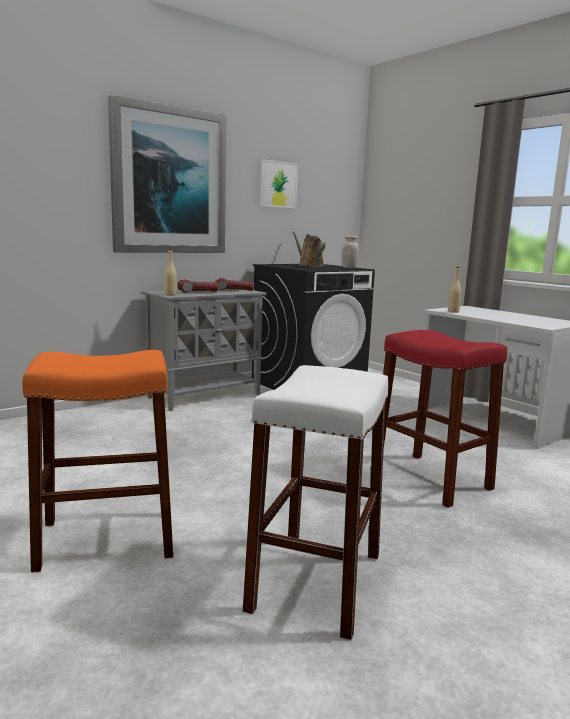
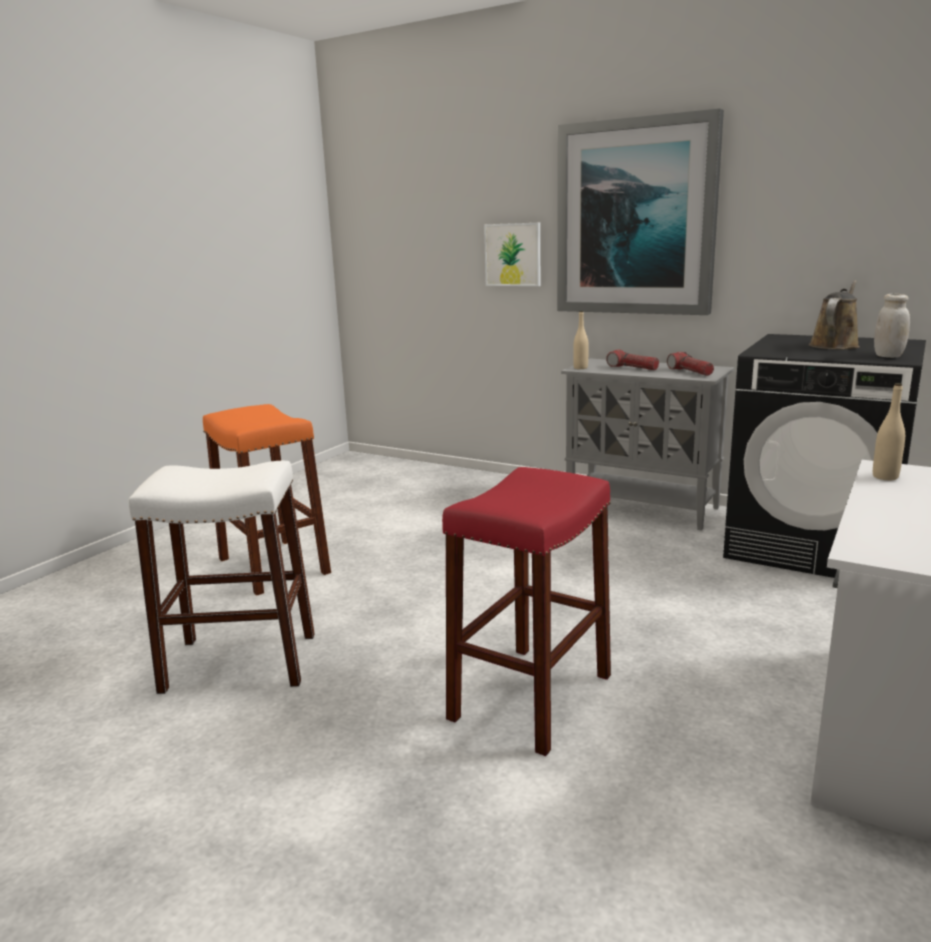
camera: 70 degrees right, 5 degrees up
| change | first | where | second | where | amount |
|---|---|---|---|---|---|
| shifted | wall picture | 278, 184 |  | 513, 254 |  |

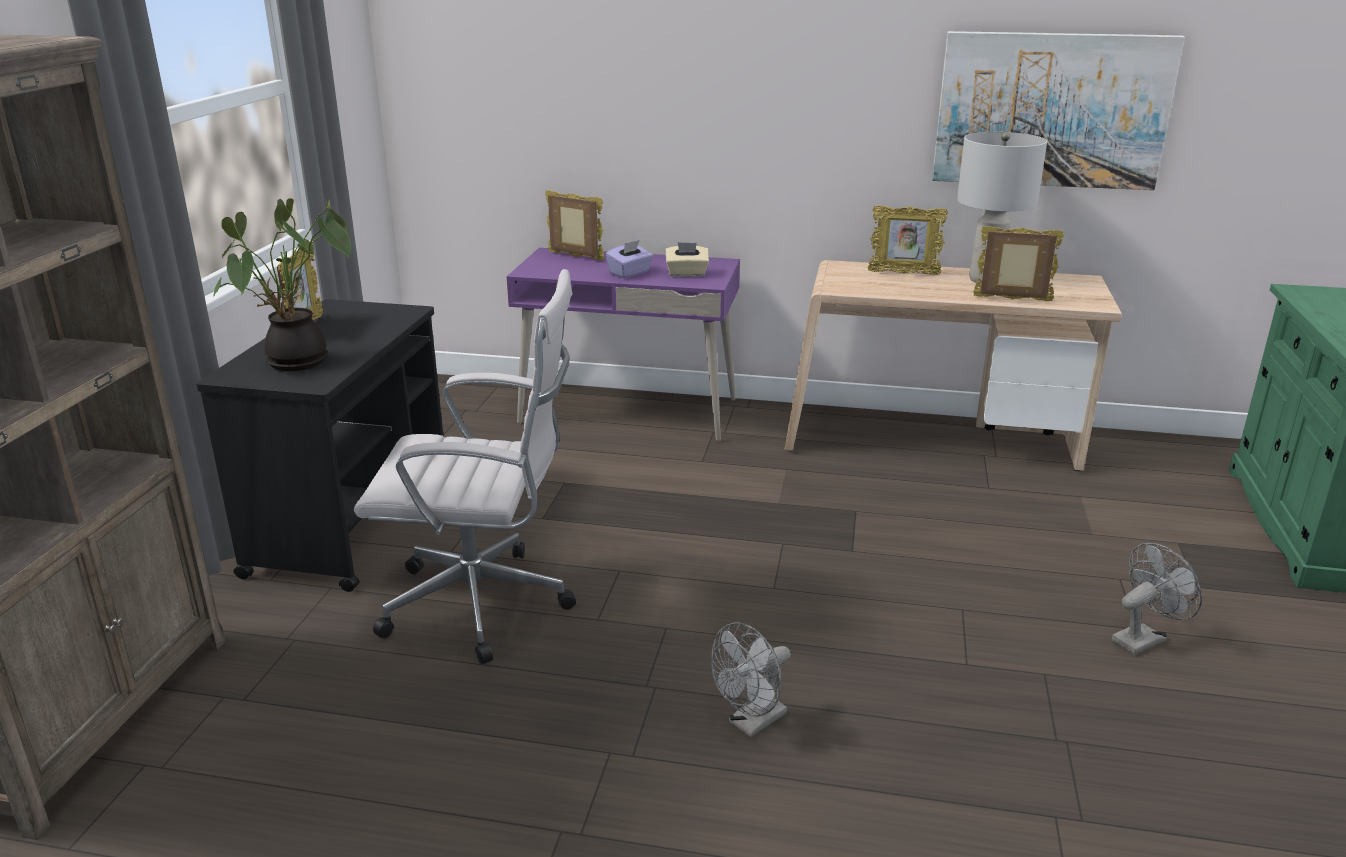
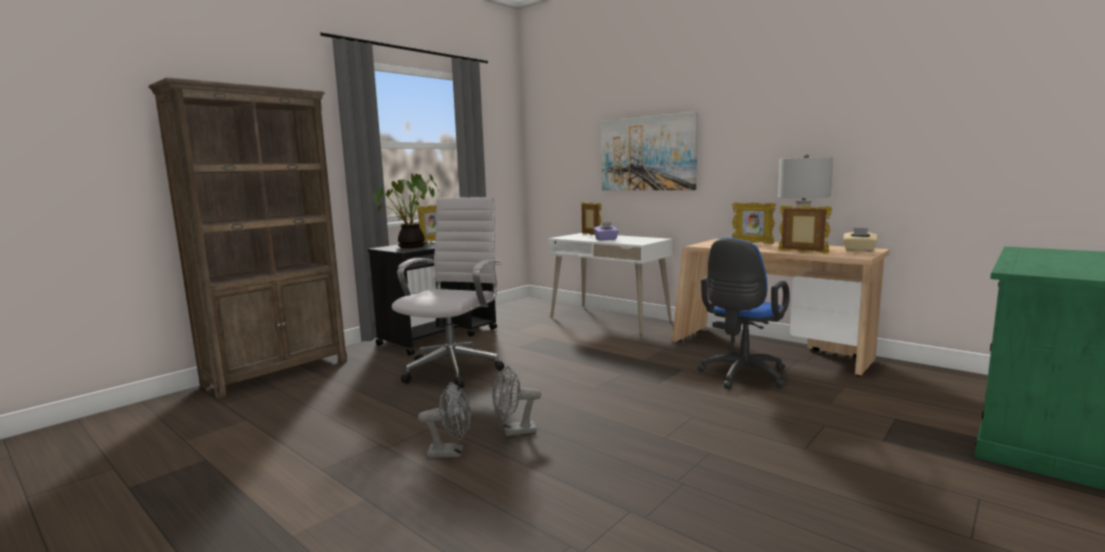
camera: 30 degrees right, 15 degrees down
| change | first | where | second | where | amount |
|---|---|---|---|---|---|
| rotated | whitish computer chair | 486, 605 |  | 455, 369 | 105 degrees counterclockwise |
| shifted | gray electric fan | 1143, 638 |  | 451, 453 |  |
| repainted | purplish desk unit | 629, 411 | whitish desk unit | 609, 319 |  |
| shifted | wall picture | 1051, 110 |  | 647, 153 |  |
| new |  |  | blue-coloured computer chair | 741, 376 |  |
| shifted | sand-coloured box of tissues | 687, 273 |  | 859, 250 |  |

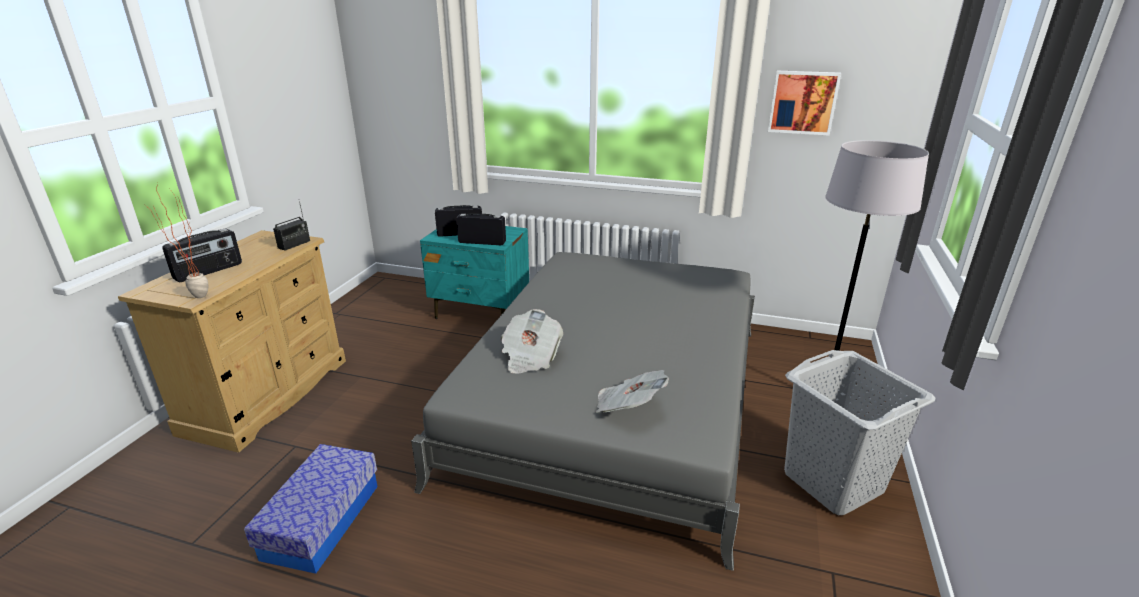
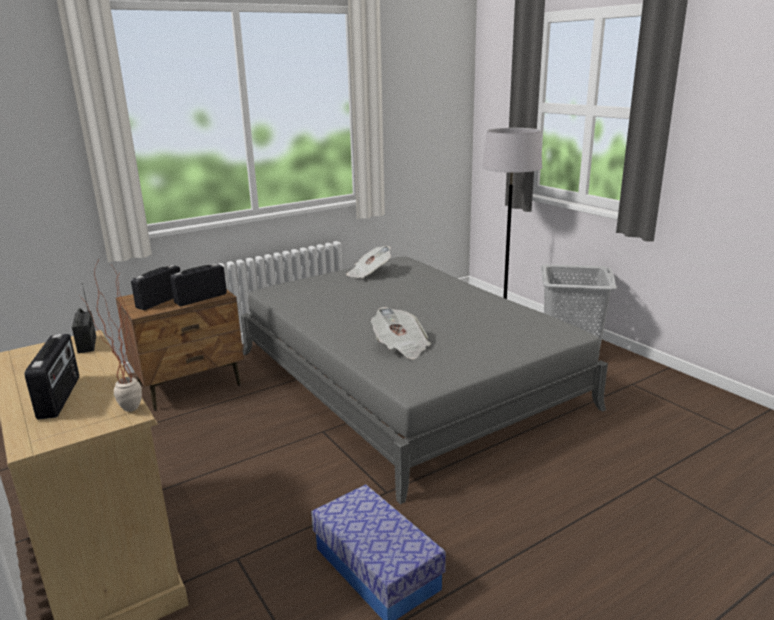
camera: 50 degrees left, 5 degrees down
| change | first | where | second | where | amount |
|---|---|---|---|---|---|
| repainted | blue-green night table | 481, 312 | brown-coloured night table | 190, 385 |  |
| shifted | printed paper | 628, 407 |  | 369, 274 |  |
| gone | wall picture | 803, 102 |  |  |  |

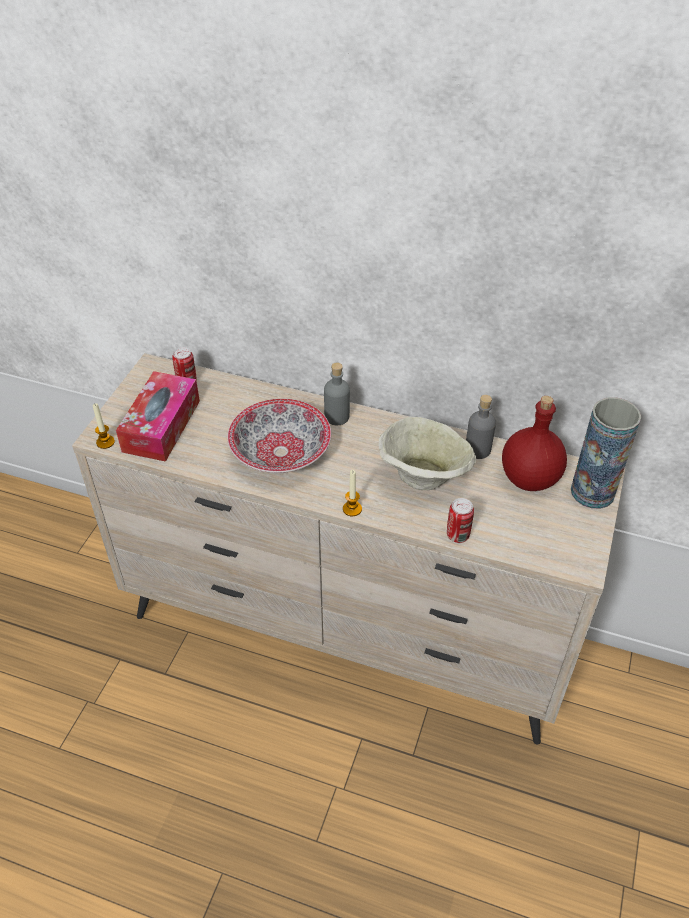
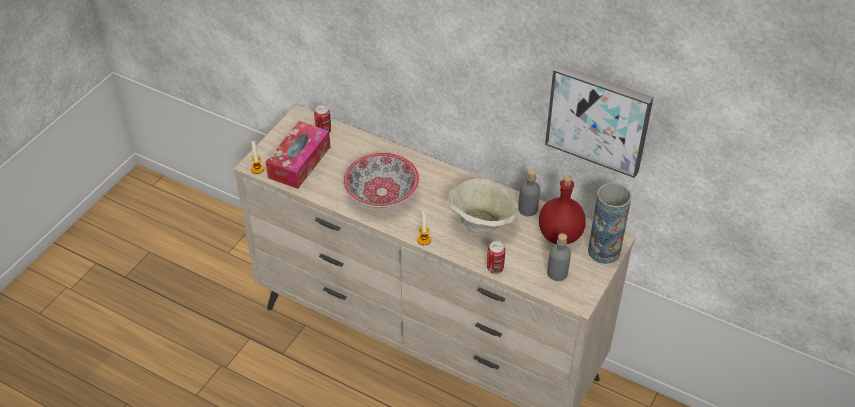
camera: 10 degrees right, 0 degrees up
| change | first | where | second | where | amount |
|---|---|---|---|---|---|
| new |  |  | wall picture | 599, 118 |  |
| shifted | gray drink bottle | 337, 417 |  | 557, 273 |  |

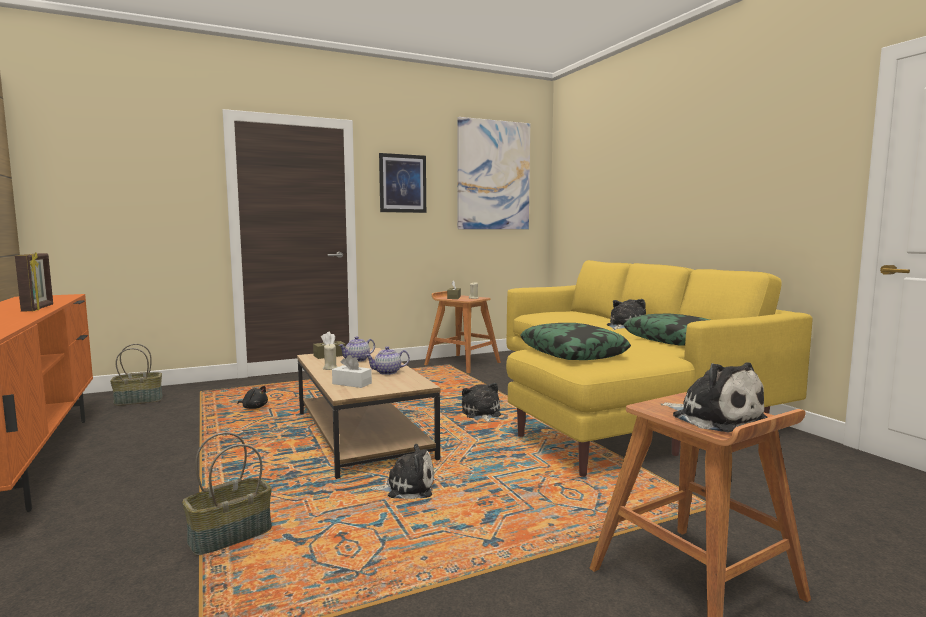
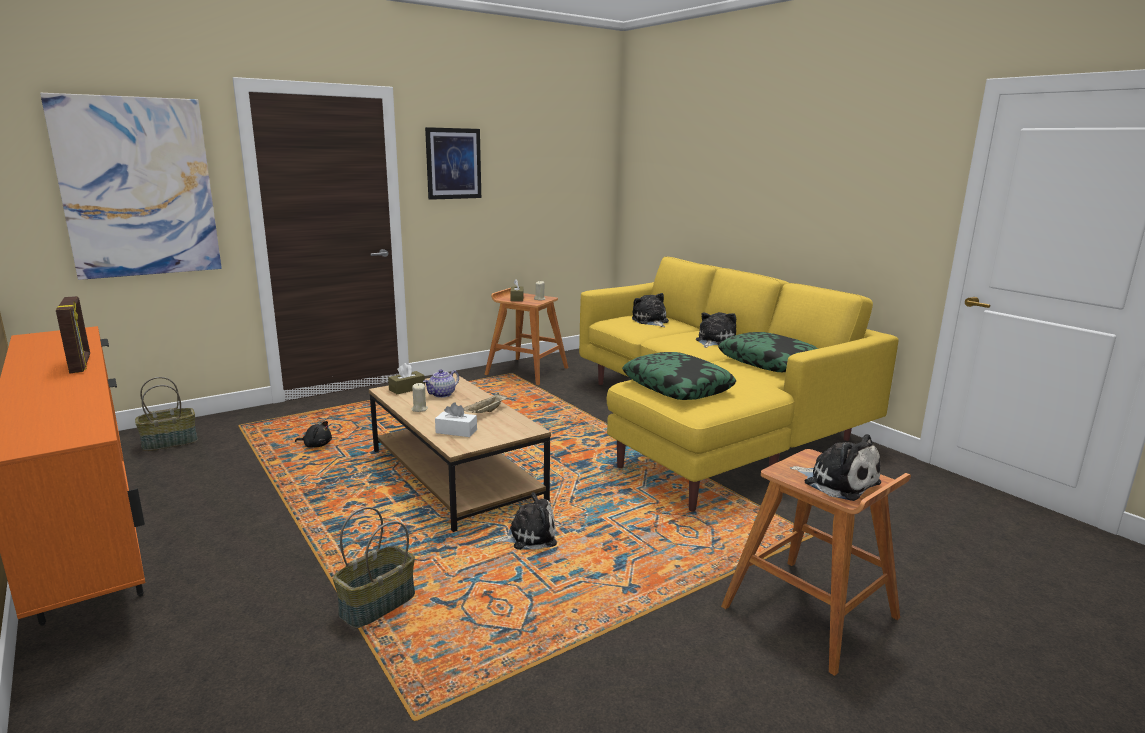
camera: 10 degrees left, 10 degrees up
| change | first | where | second | where | amount |
|---|---|---|---|---|---|
| shifted | wall picture | 493, 175 |  | 138, 188 |  |
| swapped | pot for tea | 387, 372 | sand-coloured serving tray | 485, 412 |  |
| shifted | cuddly toy | 481, 414 |  | 650, 321 |  |

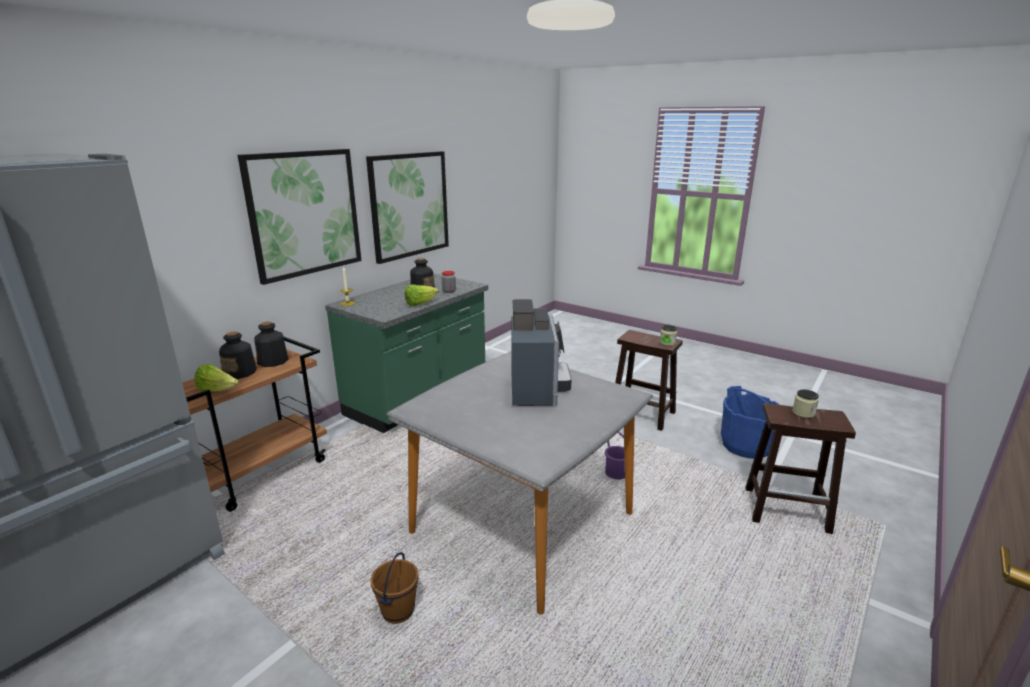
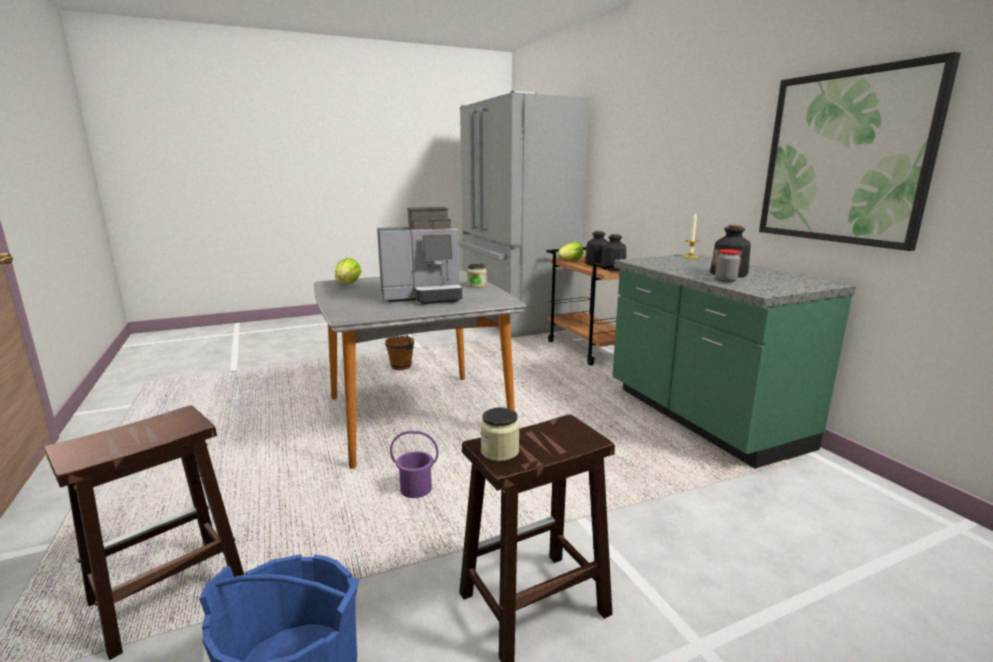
camera: 120 degrees right, 5 degrees down
| change | first | where | second | where | amount |
|---|---|---|---|---|---|
| shifted | lettuce head | 420, 304 |  | 347, 284 |  |
| rotated | coffee machine | 537, 389 |  | 423, 297 | 45 degrees counterclockwise |
| shifted | jar | 803, 413 |  | 476, 285 |  |
| gone | wall picture | 304, 213 |  |  |  |

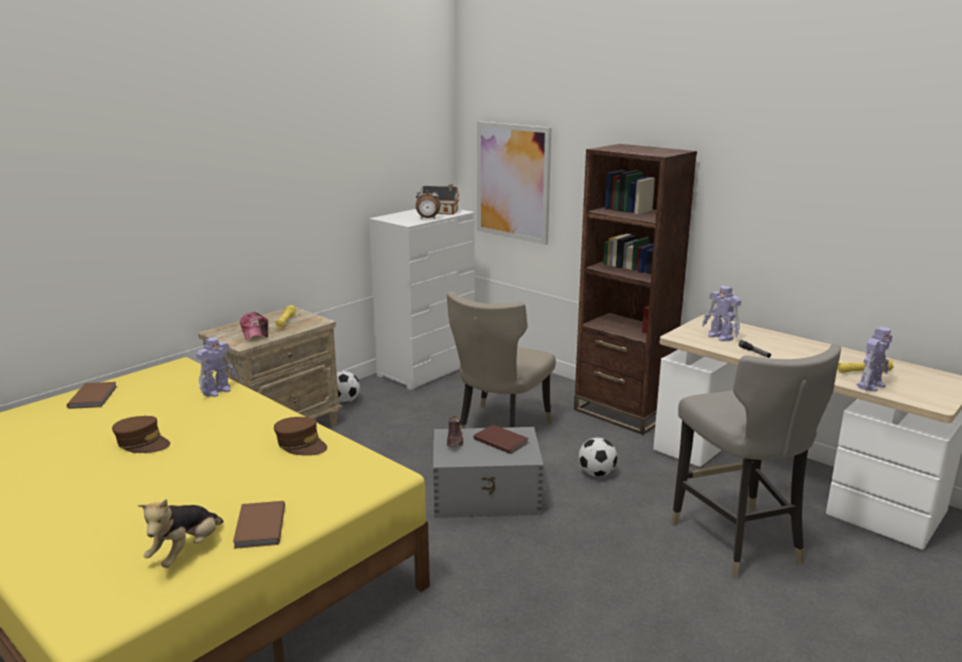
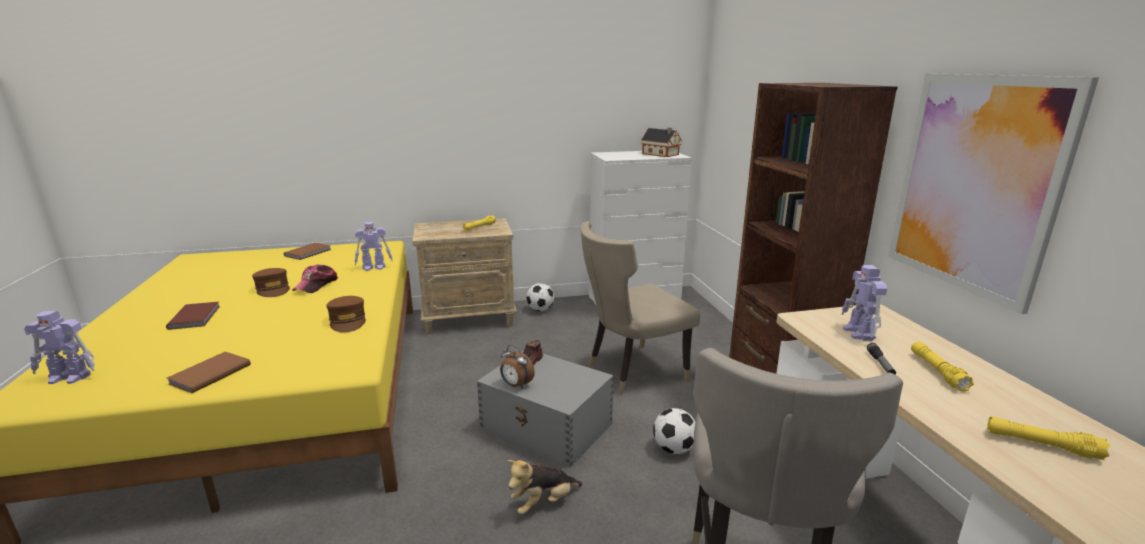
camera: 35 degrees right, 0 degrees up
| change | first | where | second | where | amount |
|---|---|---|---|---|---|
| shifted | toy robot | 871, 385 |  | 70, 377 |  |
| shifted | brown-coloured bound book | 501, 440 |  | 196, 317 |  |
| shifted | baseball cap | 255, 332 |  | 316, 285 |  |
| shifted | alarm clock | 428, 218 |  | 516, 385 |  |
| shifted | cuddly toy | 186, 552 |  | 544, 503 |  |
| shifted | wall picture | 513, 182 |  | 975, 184 |  |
| new |  |  | yellowish hand torch | 937, 371 |  |

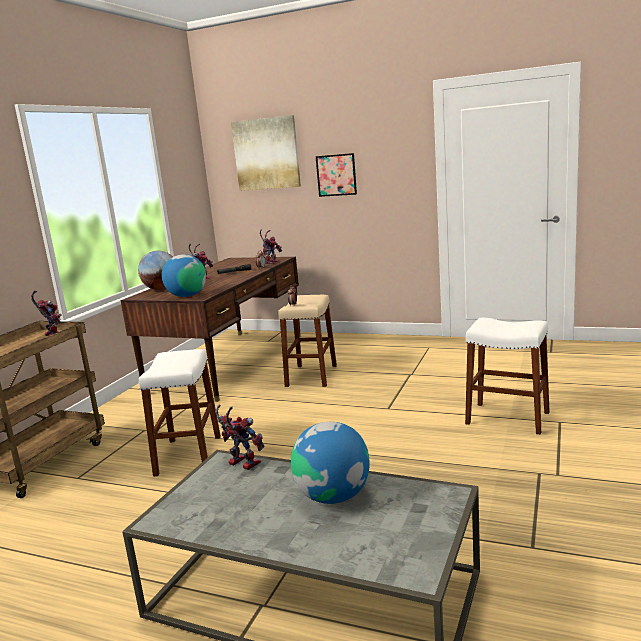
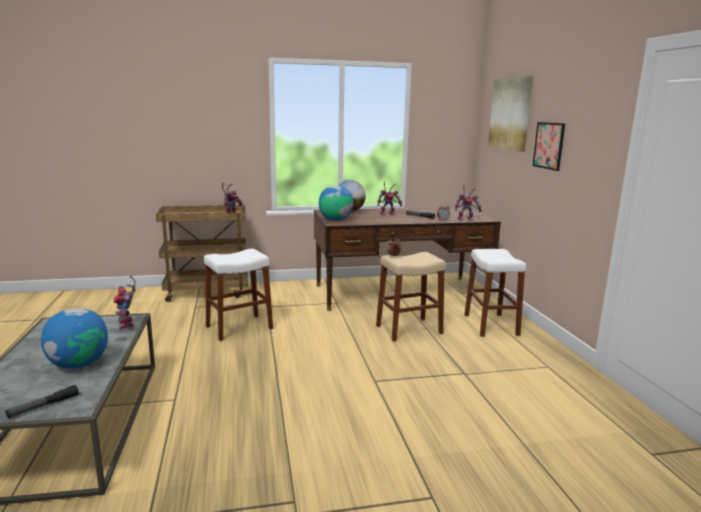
camera: 55 degrees right, 0 degrees up
| change | first | where | second | where | amount |
|---|---|---|---|---|---|
| new |  |  | hand torch | 44, 406 |  |
| rotated | toy robot | 240, 463 |  | 128, 324 | 150 degrees clockwise |
| shifted | whitish stool seat | 507, 418 |  | 491, 325 |  |

